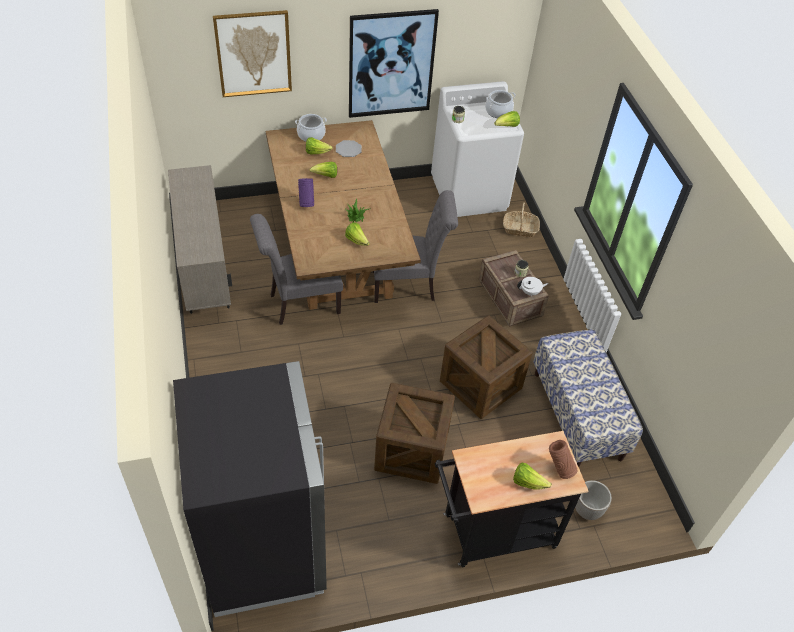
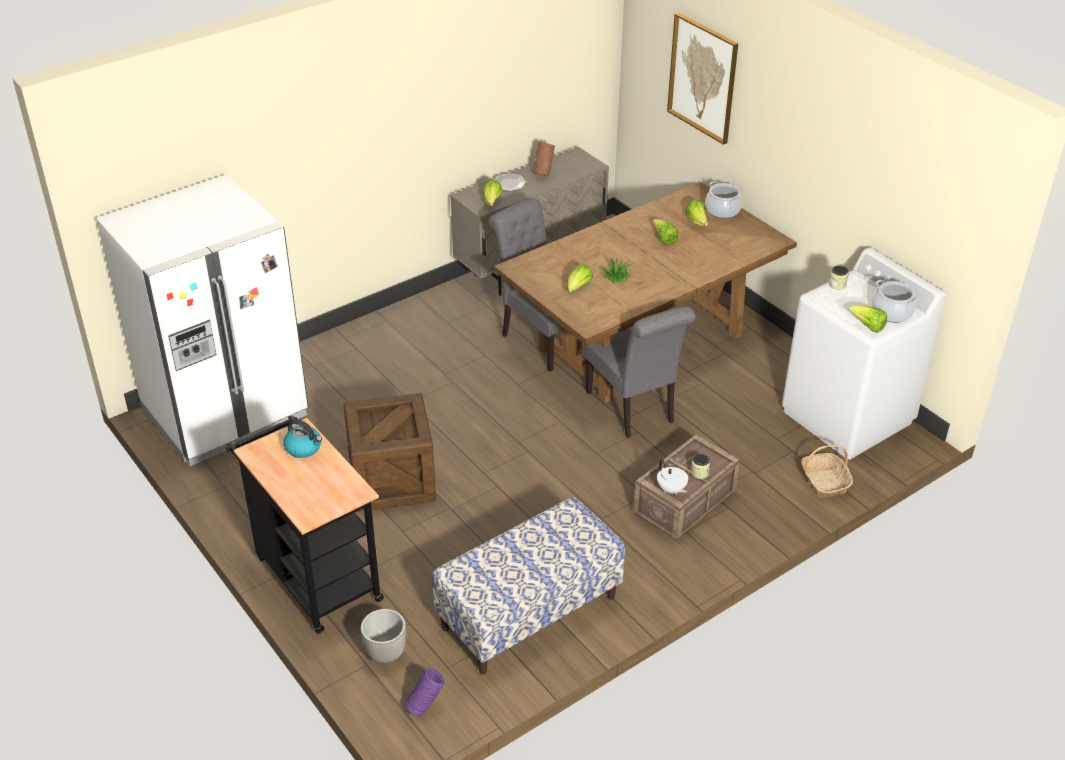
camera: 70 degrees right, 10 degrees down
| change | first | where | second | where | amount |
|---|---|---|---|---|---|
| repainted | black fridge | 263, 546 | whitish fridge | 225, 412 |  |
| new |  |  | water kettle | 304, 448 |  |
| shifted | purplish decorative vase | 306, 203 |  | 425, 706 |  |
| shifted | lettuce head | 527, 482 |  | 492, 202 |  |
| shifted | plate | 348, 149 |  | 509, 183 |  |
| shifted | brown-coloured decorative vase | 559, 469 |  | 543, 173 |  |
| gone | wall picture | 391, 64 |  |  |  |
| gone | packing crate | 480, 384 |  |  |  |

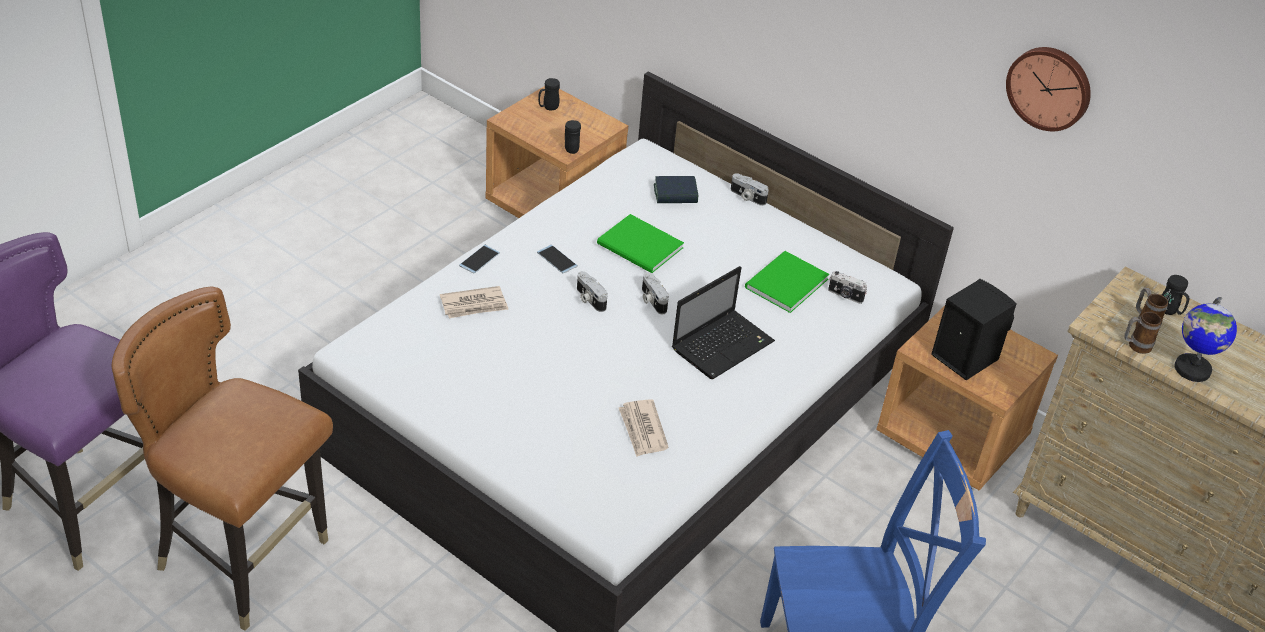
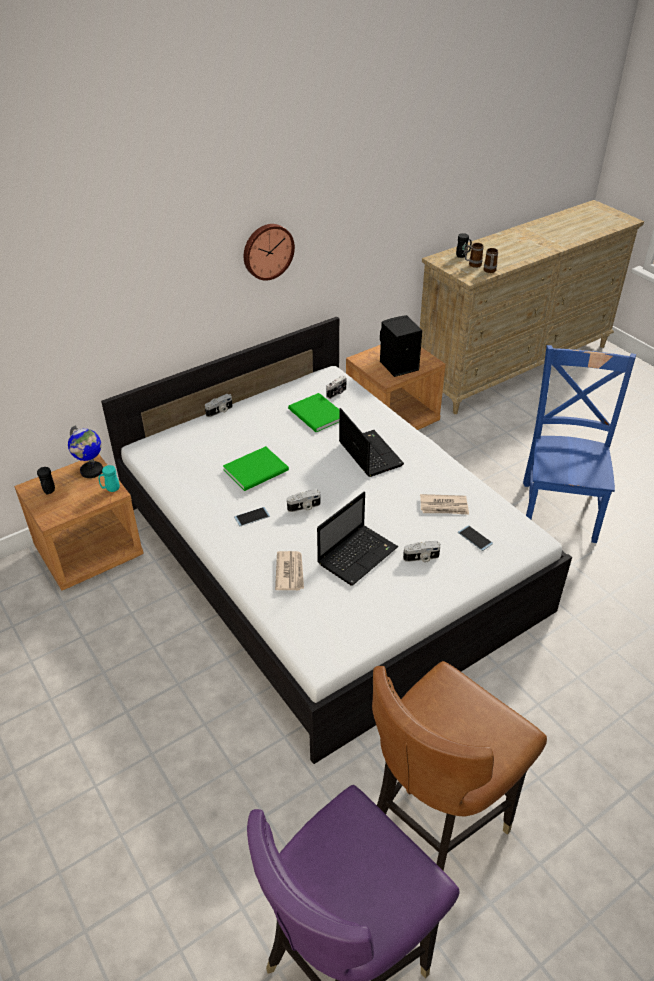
camera: 70 degrees left, 0 degrees up
| change | first | where | second | where | amount |
|---|---|---|---|---|---|
| shifted | globe | 1191, 369 |  | 91, 471 |  |
| repainted | black mug | 570, 148 | blue-green mug | 110, 489 |  |
| shifted | wall clock | 1050, 87 |  | 267, 251 |  |
| new |  |  | laptop | 358, 554 |  |
| shifted | photo camera | 652, 300 |  | 421, 558 |  |
| shifted | phone | 479, 259 |  | 475, 538 |  |
| gone | bound book | 675, 194 |  |  |  |

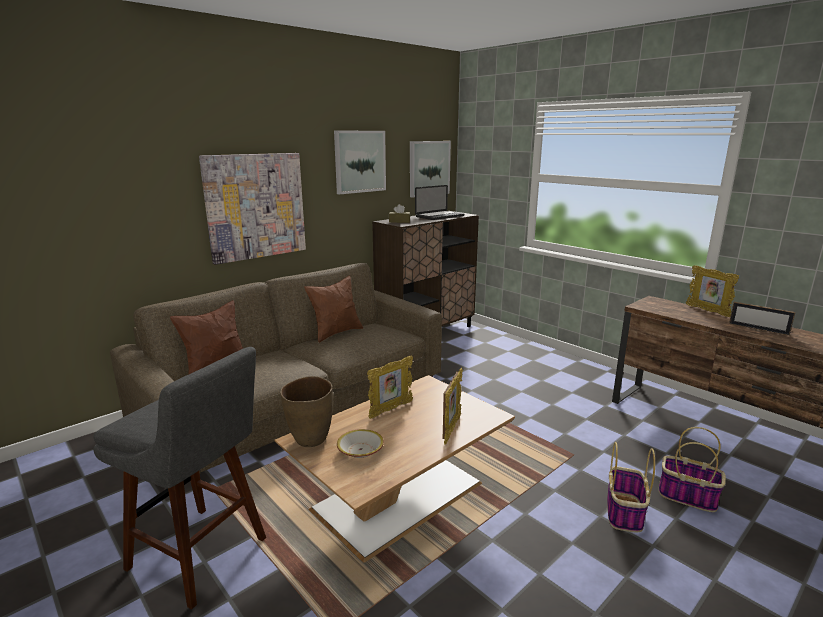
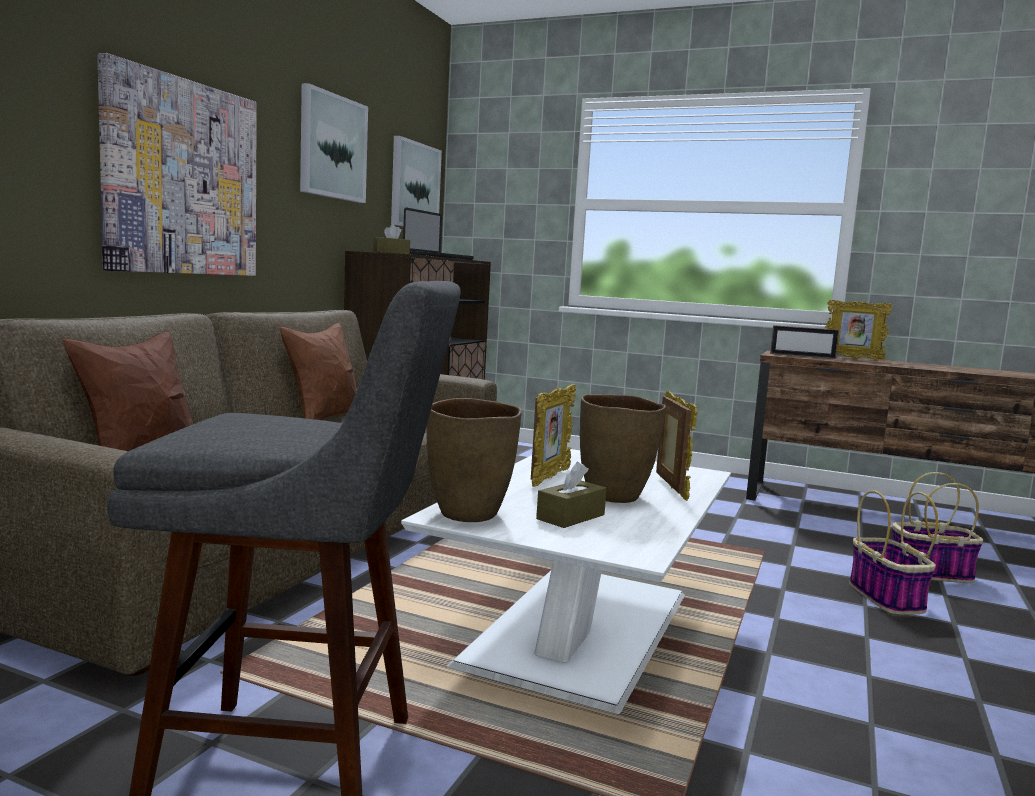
camera: 25 degrees left, 10 degrees down
| change | first | where | second | where | amount |
|---|---|---|---|---|---|
| repainted | brown-coloured low table | 400, 494 | whitish low table | 581, 625 |  |
| swapped | bowl | 360, 450 | brown-coloured box of tissues | 570, 517 |  |
| new |  |  | brown-coloured decorative vase | 615, 496 |  |
| shifted | standing frame | 758, 329 |  | 802, 356 |  |

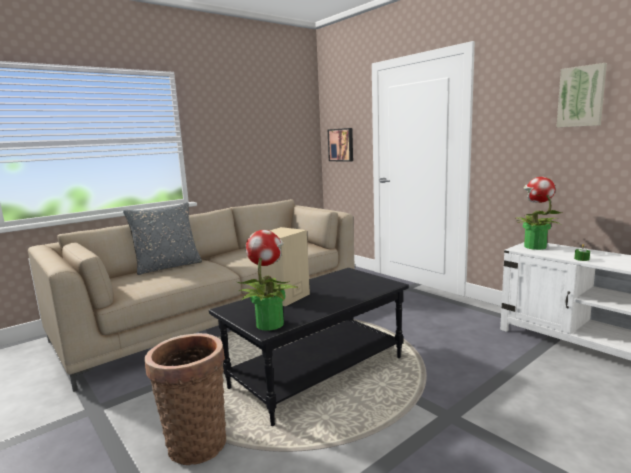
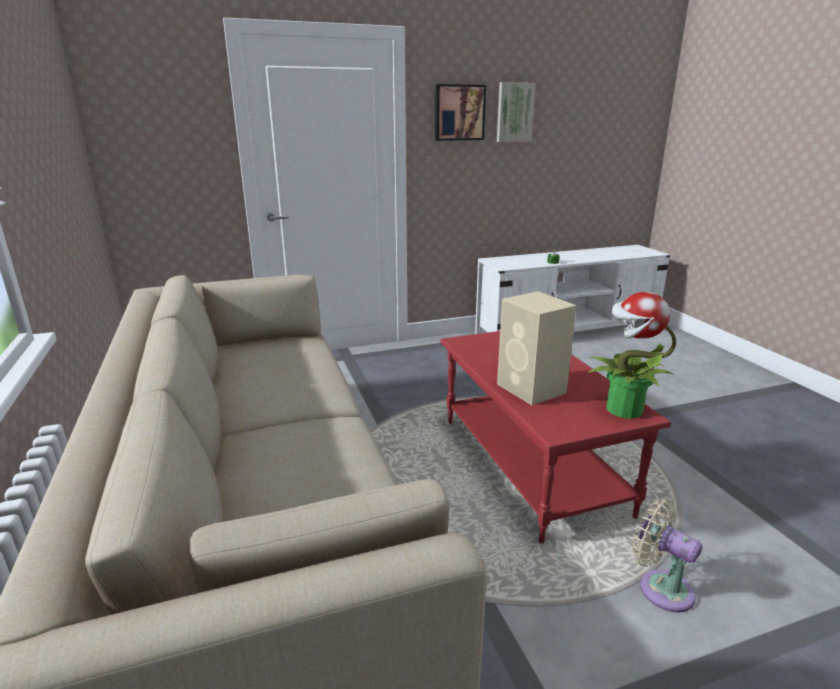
camera: 70 degrees left, 10 degrees up
| change | first | where | second | where | amount |
|---|---|---|---|---|---|
| shifted | wall picture | 341, 145 |  | 459, 112 |  |
| repainted | black low table | 317, 372 | red-coloured low table | 528, 464 |  |
| swapped | basket | 195, 442 | sand-coloured electric fan | 660, 587 |  |
| gone | gray pillow | 168, 266 |  |  |  |
| gone | potted plant | 534, 247 |  |  |  |

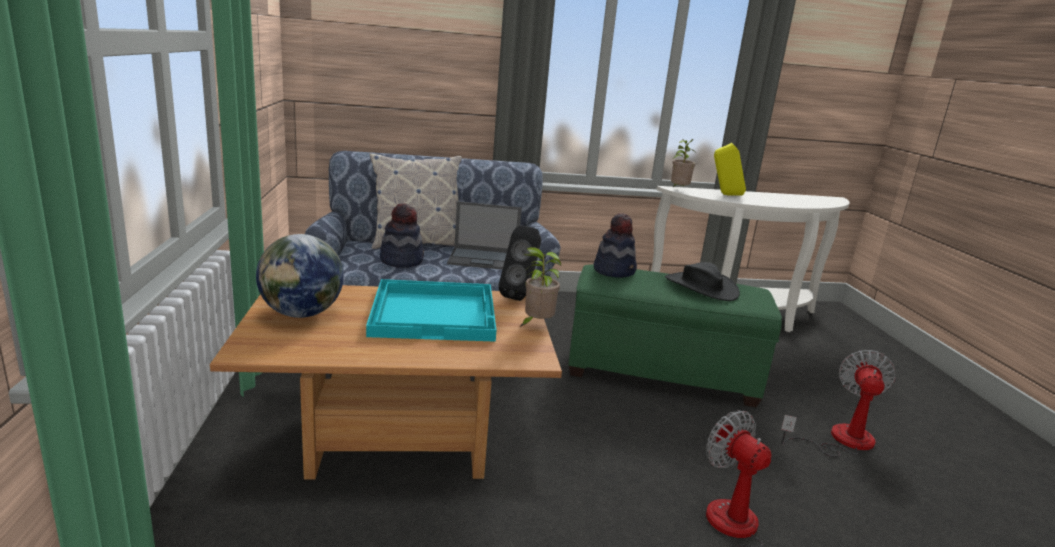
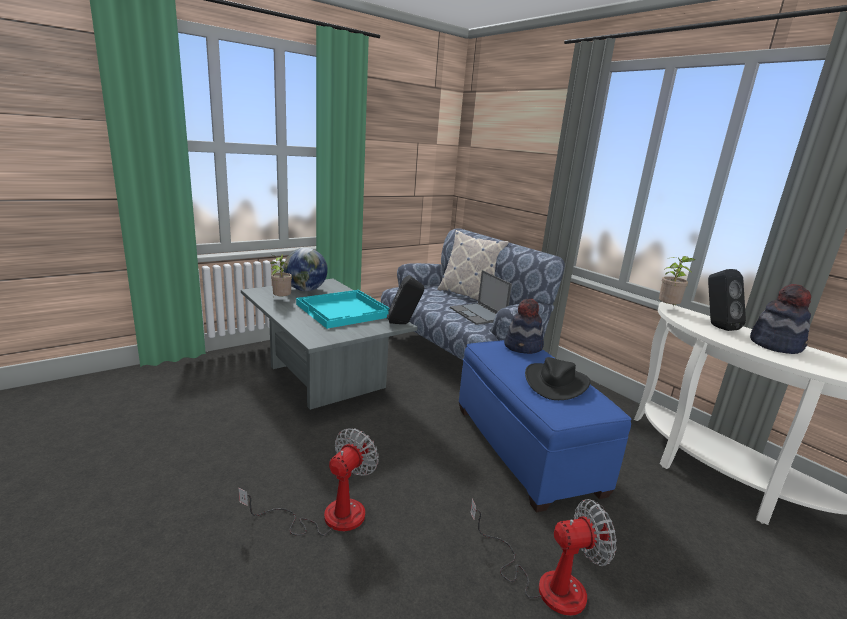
camera: 60 degrees right, 0 degrees up
| change | first | where | second | where | amount |
|---|---|---|---|---|---|
| repainted | brown-coloured low table | 397, 439 | gray low table | 323, 377 |  |
| shifted | potted plant | 536, 324 |  | 281, 300 |  |
| repainted | green footrest | 661, 371 | blue-coloured footrest | 526, 449 |  |
| repainted | yellowish speaker | 725, 195 | black speaker | 716, 326 |  |
| shifted | clothing hat | 401, 260 |  | 776, 345 |  |

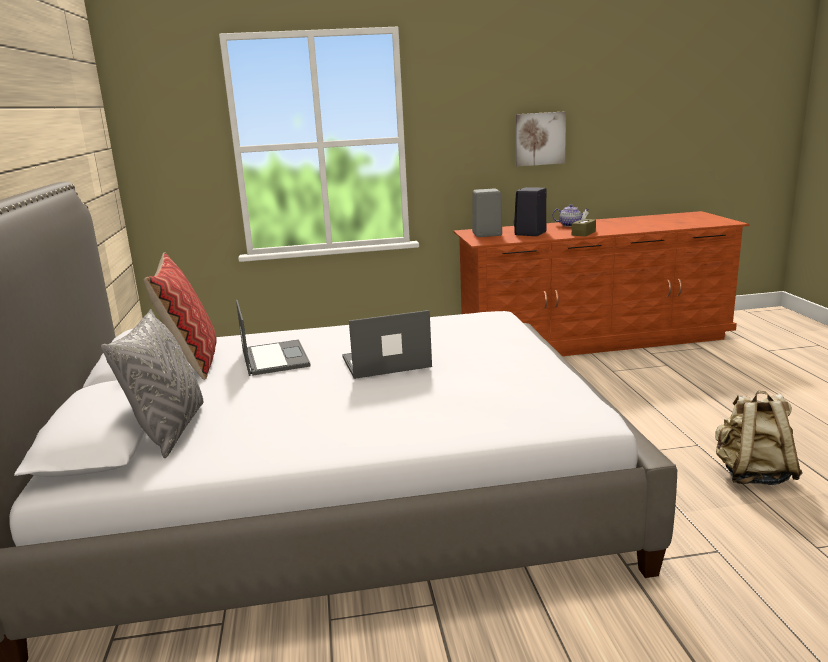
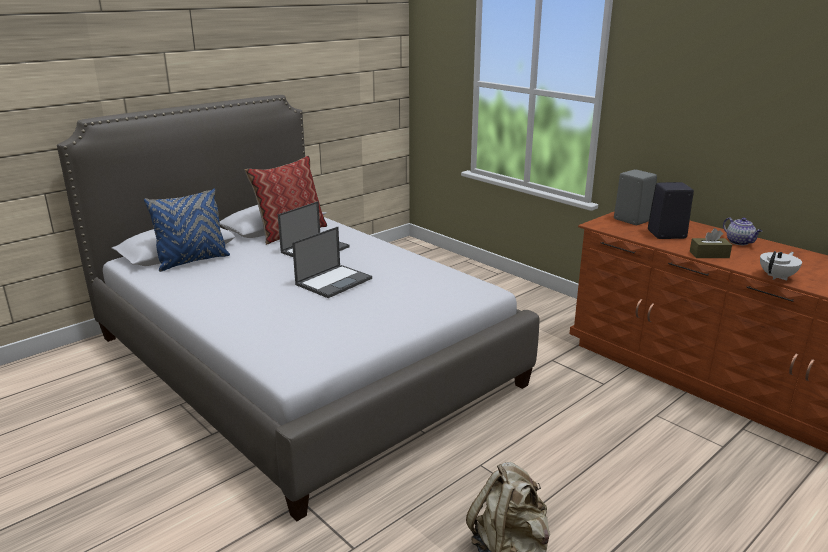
camera: 55 degrees right, 5 degrees up
| change | first | where | second | where | amount |
|---|---|---|---|---|---|
| repainted | gray pillow | 170, 430 | blue-coloured pillow | 192, 261 |  |
| rotated | laptop | 385, 362 |  | 334, 281 | 90 degrees clockwise |
| new |  |  | whitish pot for tea | 777, 277 |  |
| gone | wall picture | 539, 139 |  |  |  |

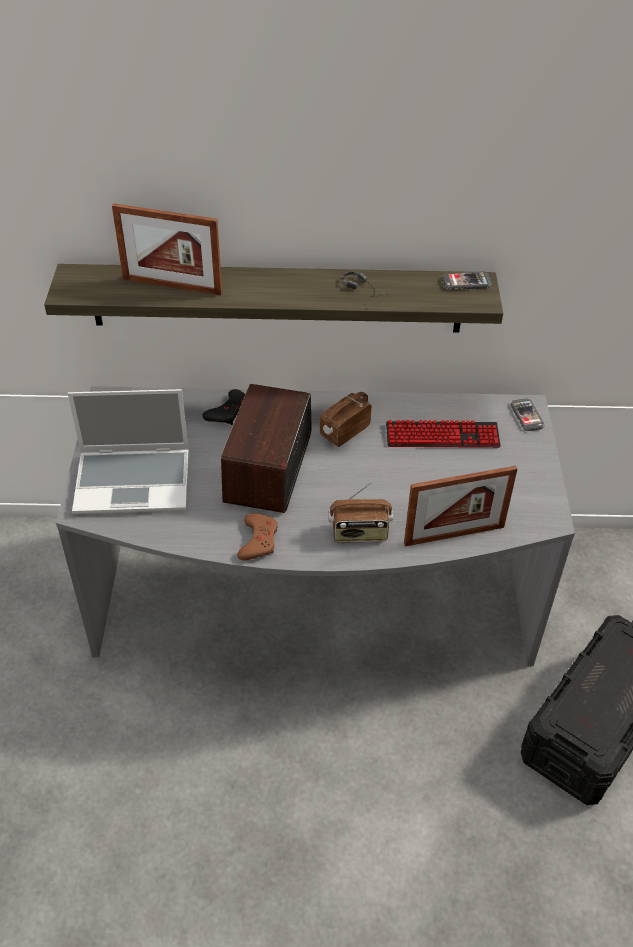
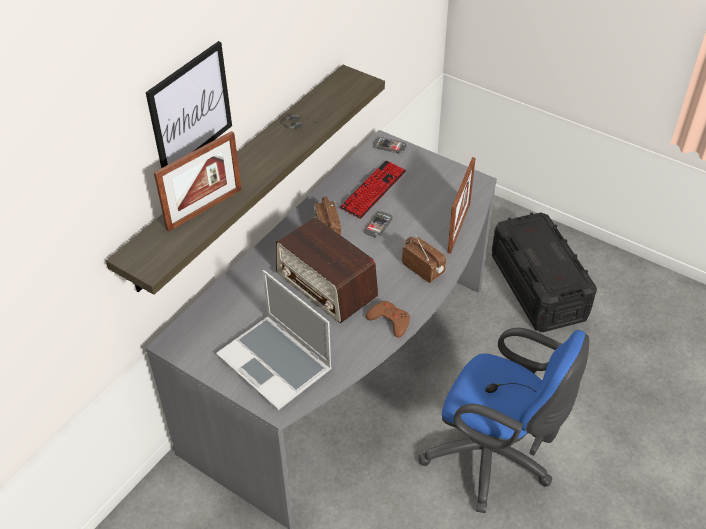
camera: 55 degrees left, 0 degrees up
| change | first | where | second | where | amount |
|---|---|---|---|---|---|
| new |  |  | wall picture | 190, 109 |  |
| rotated | laptop | 135, 481 |  | 276, 363 | 105 degrees clockwise |
| shifted | phone | 466, 282 |  | 378, 225 |  |
| rotated | radio | 359, 533 |  | 423, 269 | 75 degrees counterclockwise |
| new |  |  | blue-coloured computer chair | 493, 459 |  |
| gone | black game controller | 229, 412 |  |  |  |

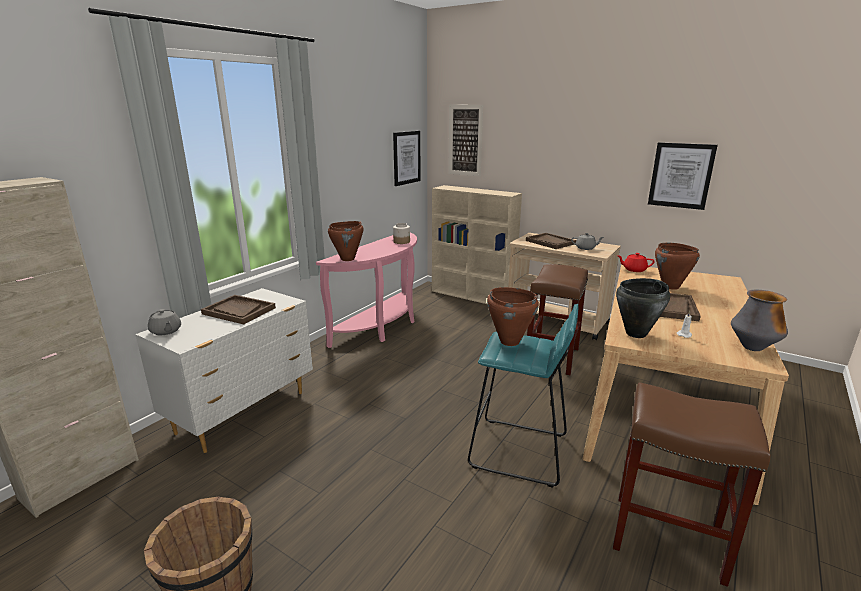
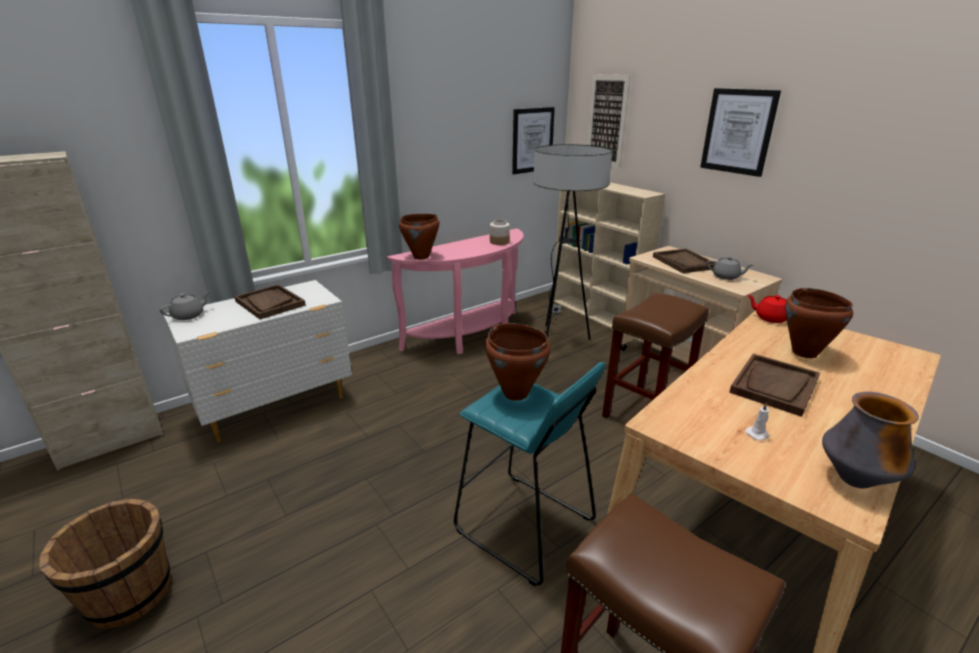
camera: 20 degrees right, 5 degrees up
| change | first | where | second | where | amount |
|---|---|---|---|---|---|
| rotated | gray pot for tea | 166, 331 |  | 189, 315 | 120 degrees counterclockwise |
| new |  |  | standard lamp | 559, 340 |  |
| shifted | wall picture | 681, 175 |  | 738, 131 |  |
| gone | black saucepot | 636, 334 |  |  |  |

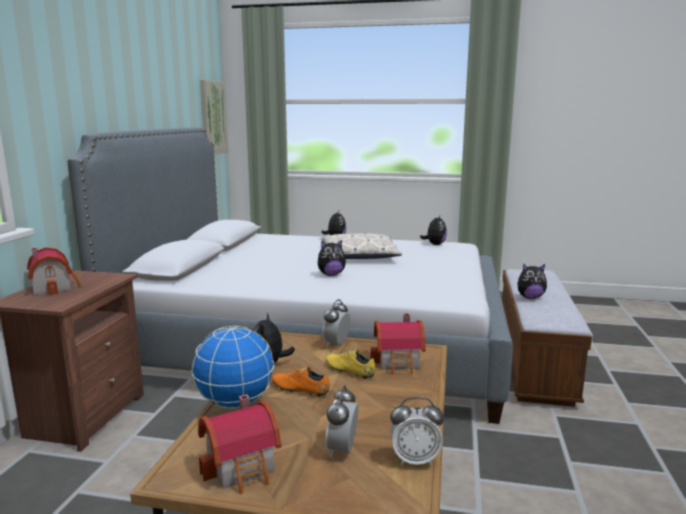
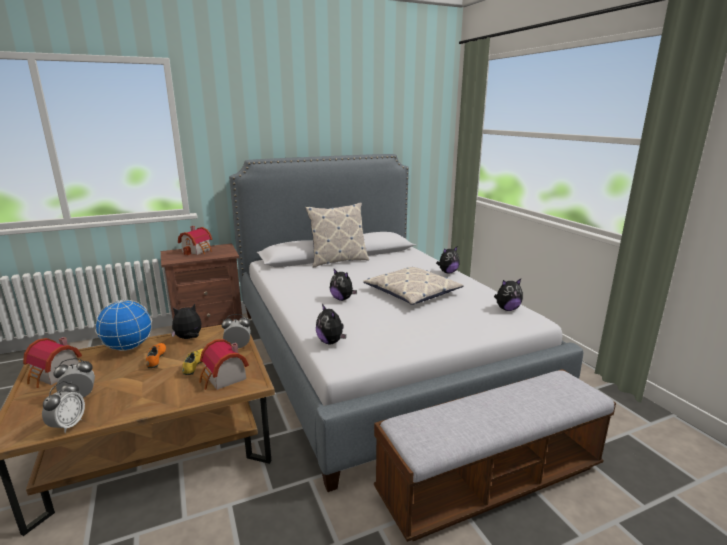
camera: 55 degrees right, 5 degrees up
| change | first | where | second | where | amount |
|---|---|---|---|---|---|
| rotated | alarm clock | 415, 460 |  | 68, 425 | 135 degrees counterclockwise |
| new |  |  | pillow | 338, 261 |  |
| shifted | cuddly toy | 530, 297 |  | 331, 342 |  |
| gone | wall picture | 213, 118 |  |  |  |

